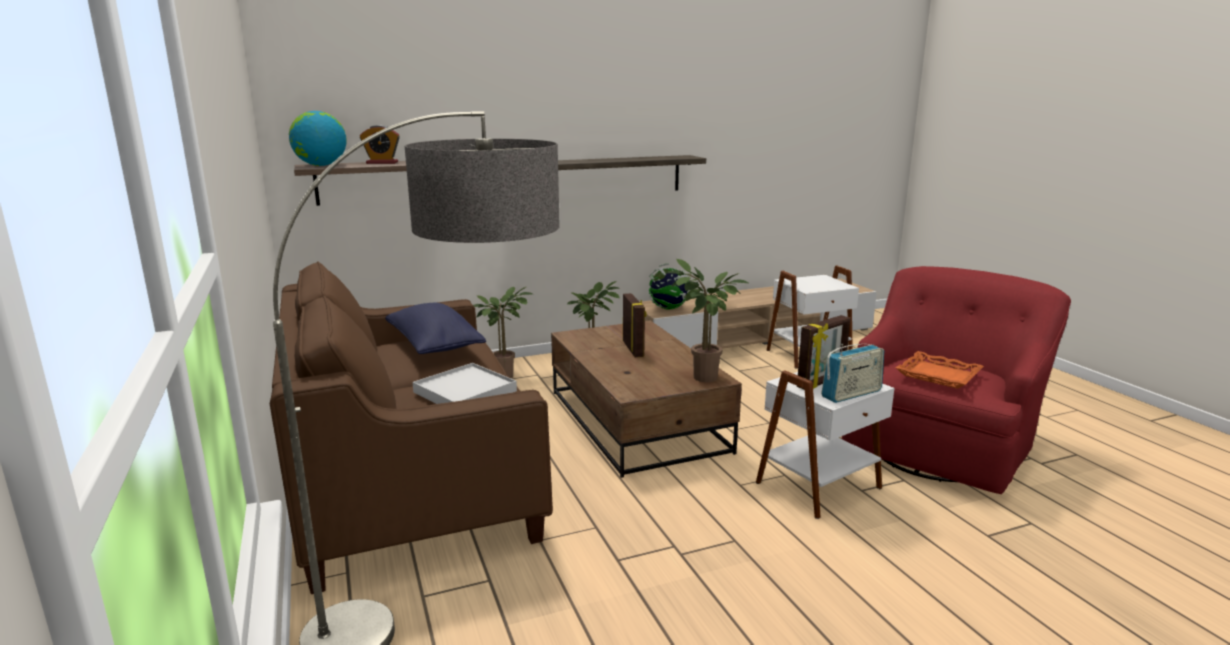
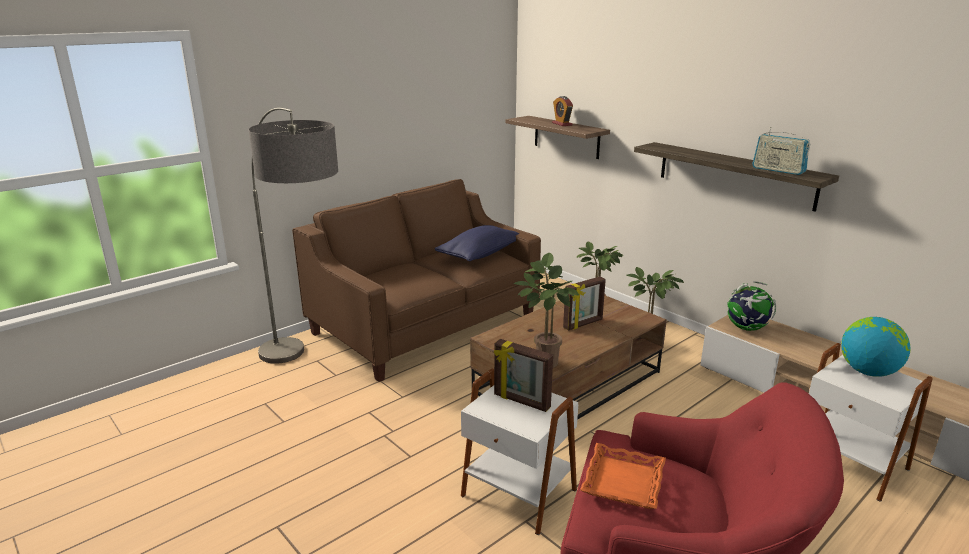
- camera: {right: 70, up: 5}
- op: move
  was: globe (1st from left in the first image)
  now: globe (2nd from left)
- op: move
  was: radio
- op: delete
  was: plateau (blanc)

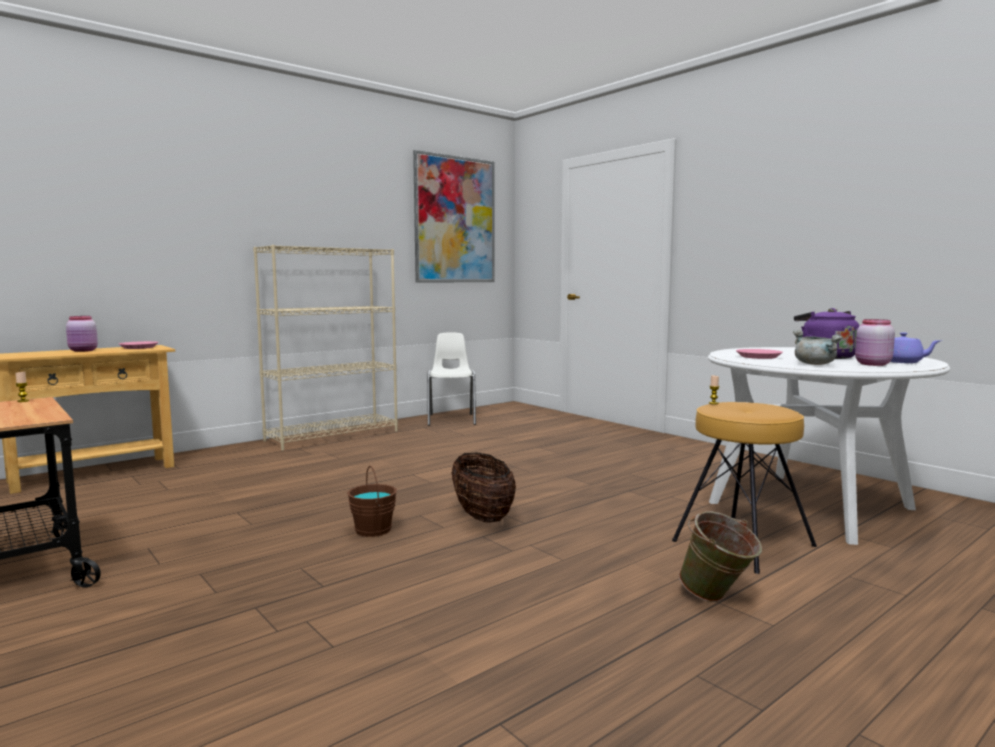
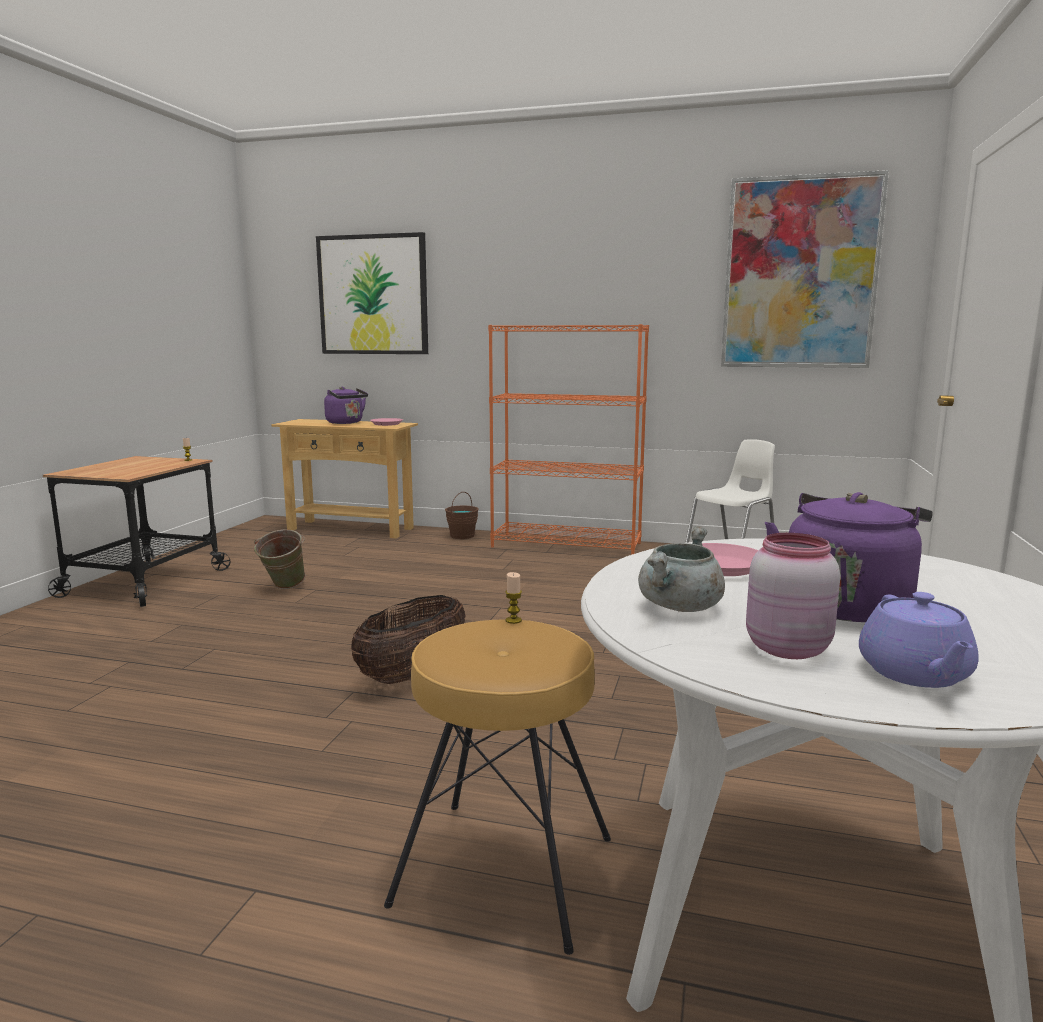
- camera: {right: 55, up: 5}
- op: recolor
  was: bibliothèque (beige)
  now: bibliothèque (orange)
- op: replace
  was: bocal (rose) (1st from left)
  now: bouilloire (violet) (1st from left)
- op: move
  was: seau (marron)
- op: move
  was: seau (vert)
- op: insert
  now: tableau (1st from left)

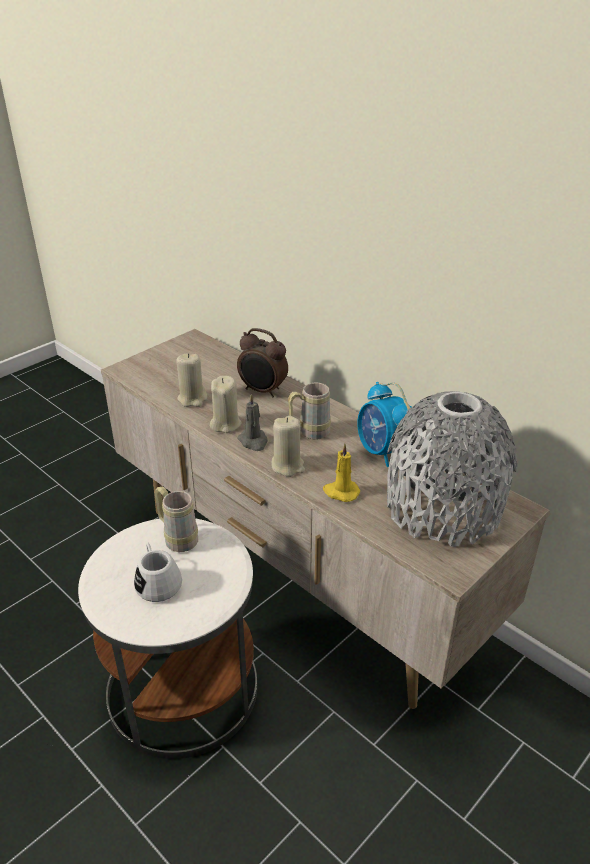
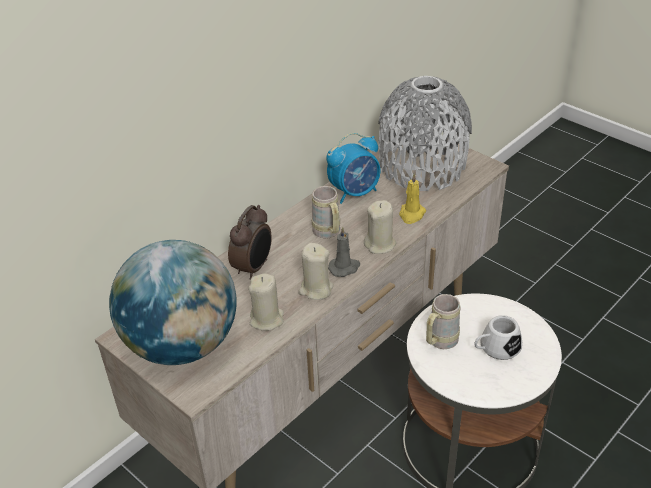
- camera: {right: -90, up: 5}
- op: insert
  now: globe

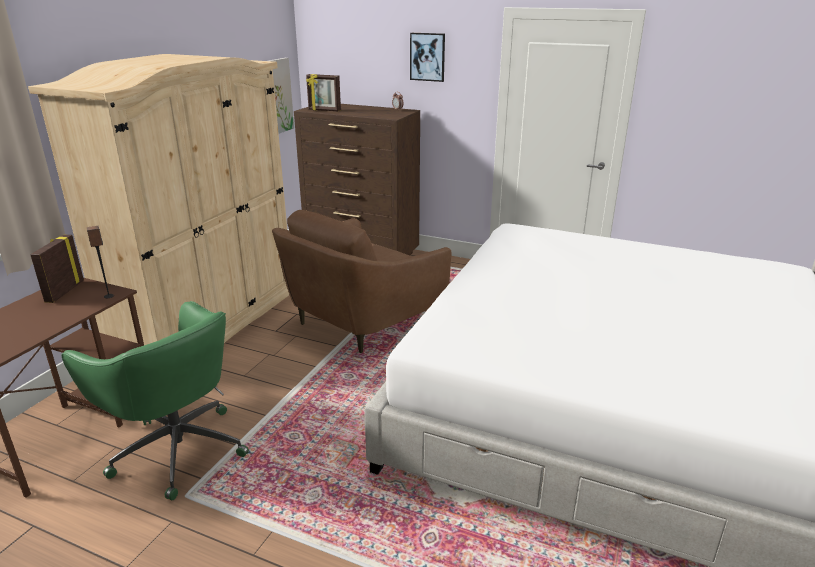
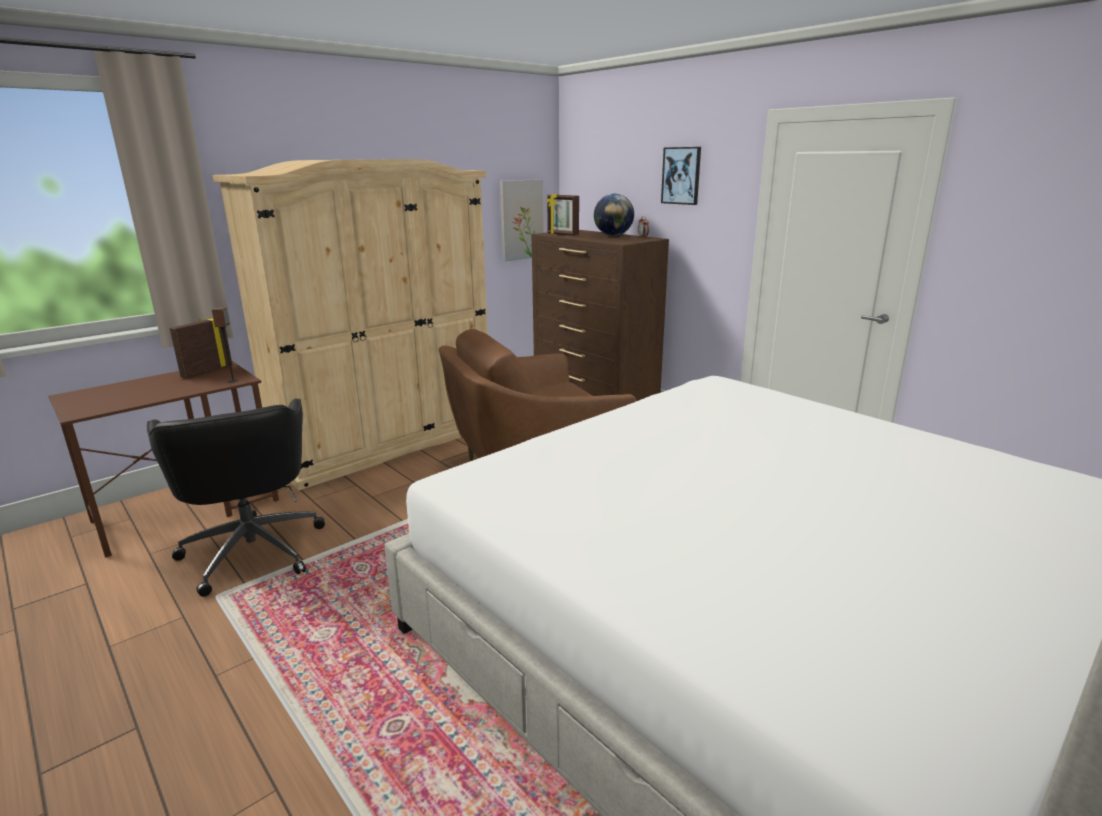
- camera: {right: 25, up: -5}
- op: recolor
  was: chaise de bureau (vert)
  now: chaise de bureau (noir)
- op: insert
  now: globe

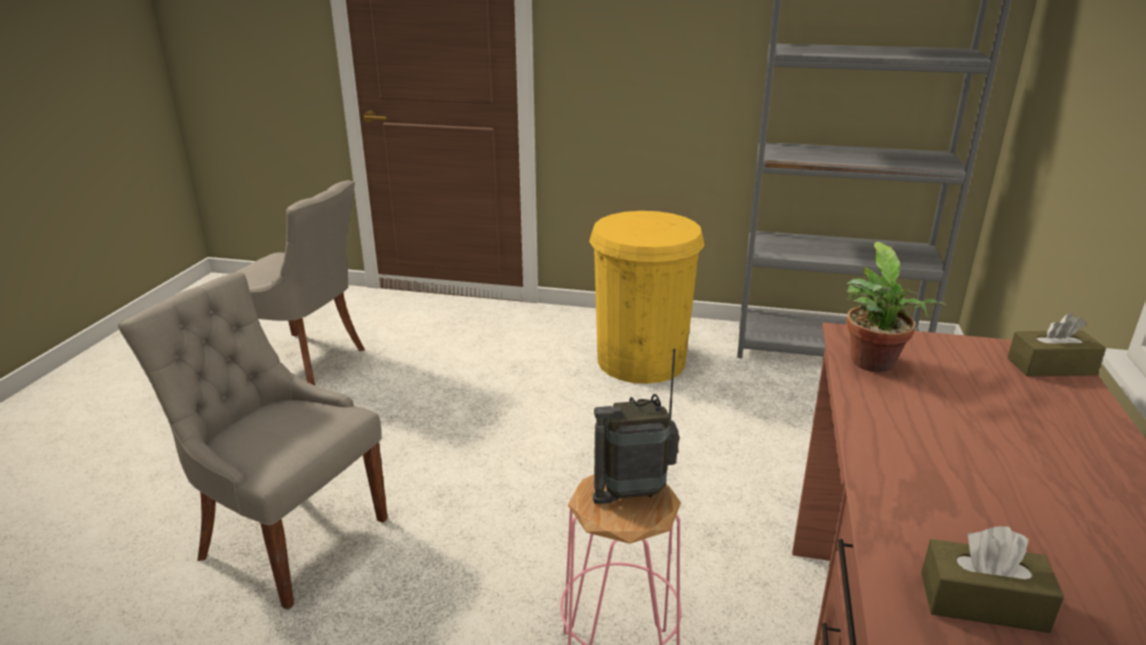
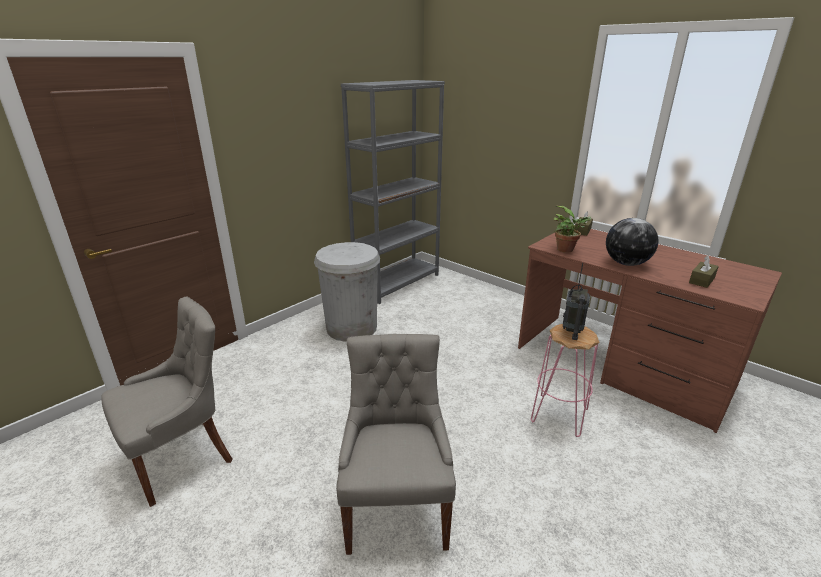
- camera: {right: -60, up: 0}
- op: recolor
  was: poubelle (jaune)
  now: poubelle (blanc)
- op: rotate
  was: chaise (gris) (1st from left in the first image)
  clockwise: 120
- op: insert
  now: globe

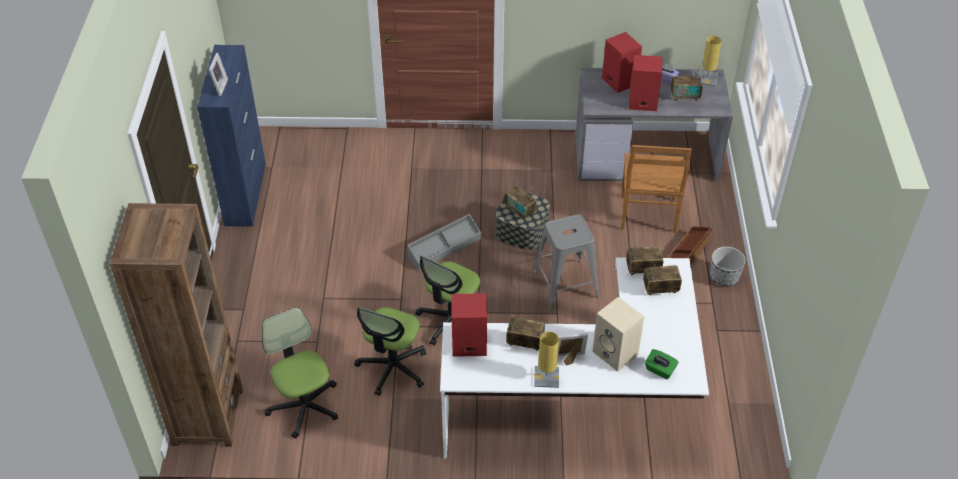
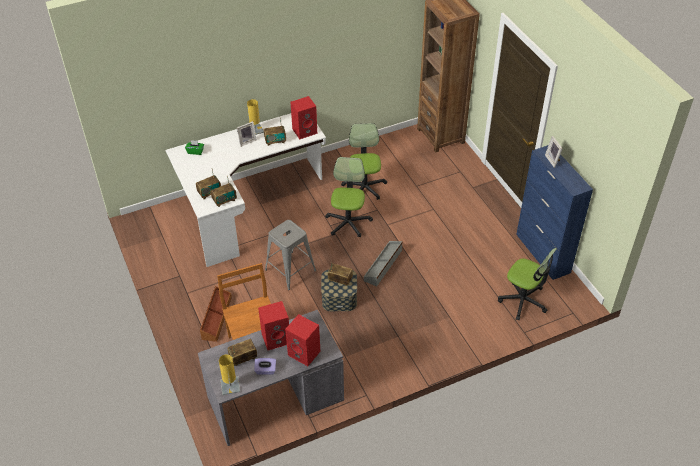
- camera: {right: 155, up: 0}
- op: delete
  was: cache-pot
- op: delete
  was: enceinte (beige)
- op: move
  was: chaise de bureau (1st from left in the first image)
  now: chaise de bureau (3rd from left)

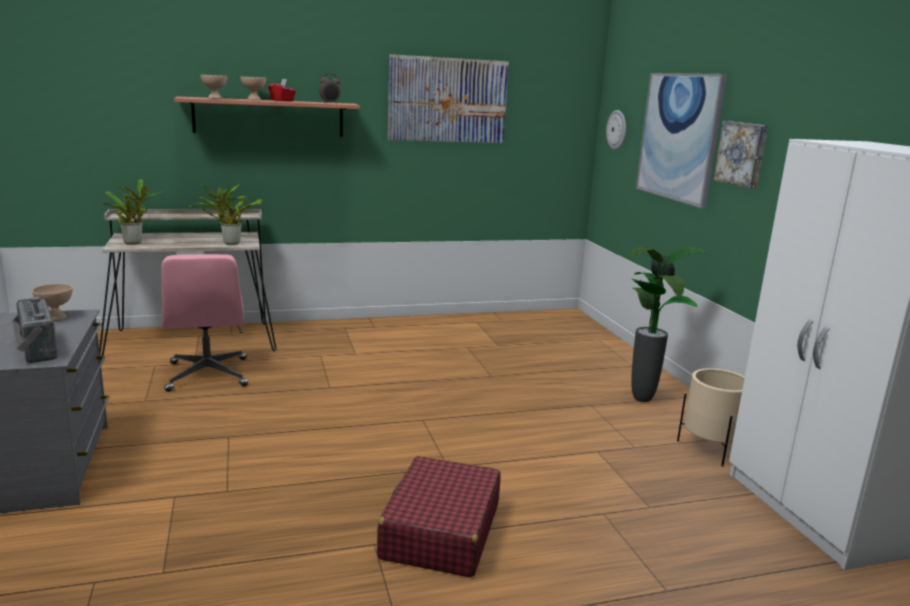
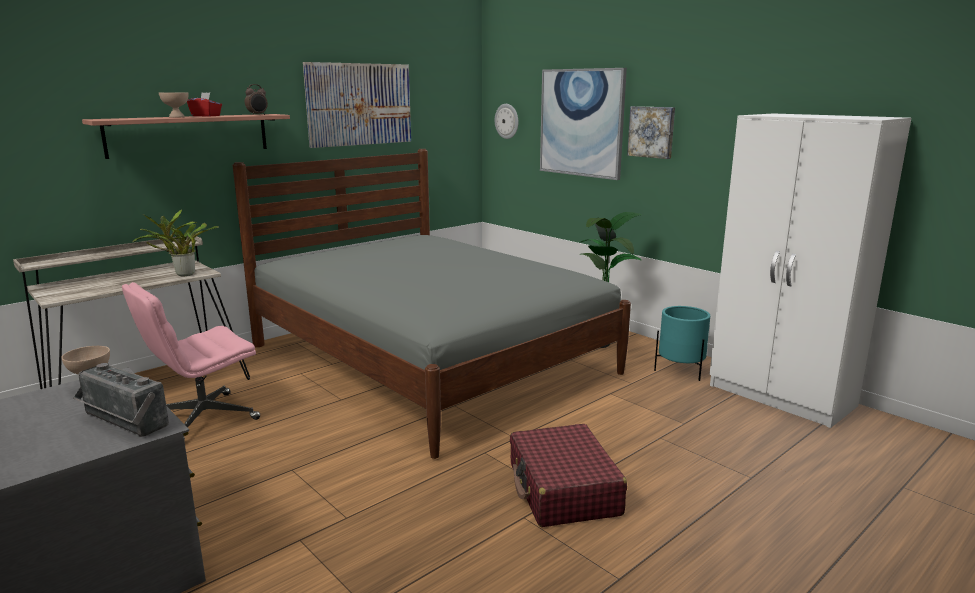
- camera: {right: -25, up: 0}
- op: delete
  was: bol (beige) (2nd from left)
- op: delete
  was: plante en pot (1st from left)
- op: rotate
  was: chaise de bureau (rose)
  clockwise: 90
- op: recolor
  was: cache-pot (beige)
  now: cache-pot (turquoise)
- op: insert
  now: lit (gris)

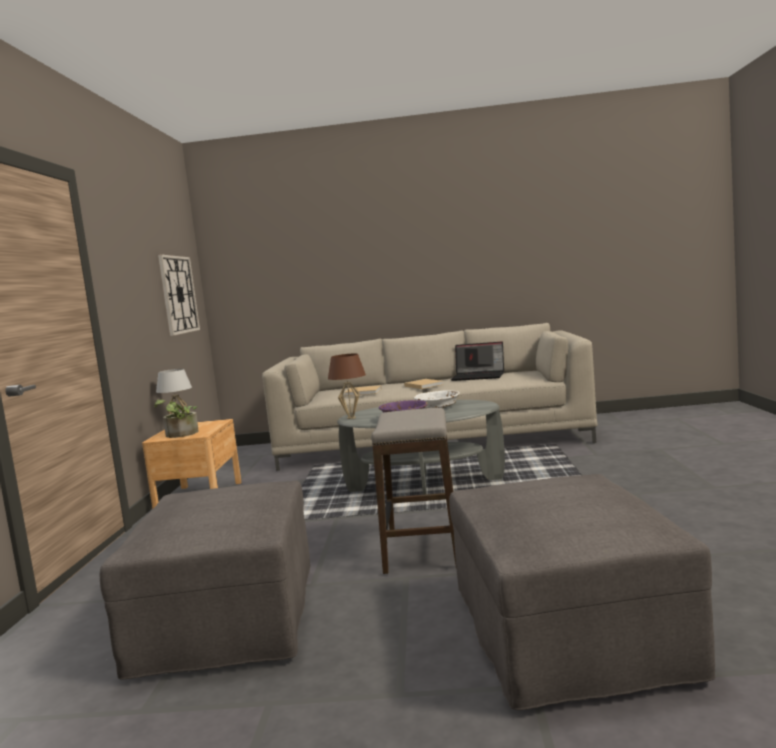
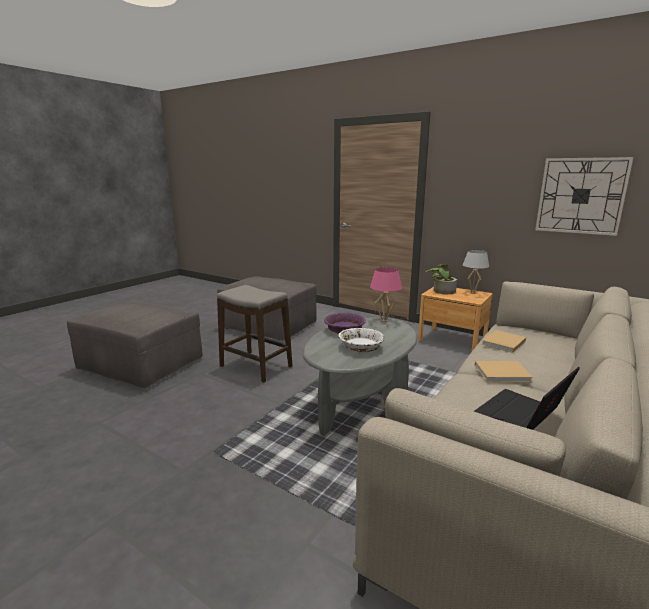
- camera: {right: 120, up: 10}
- op: recolor
  was: lampe de table (marron)
  now: lampe de table (rose)

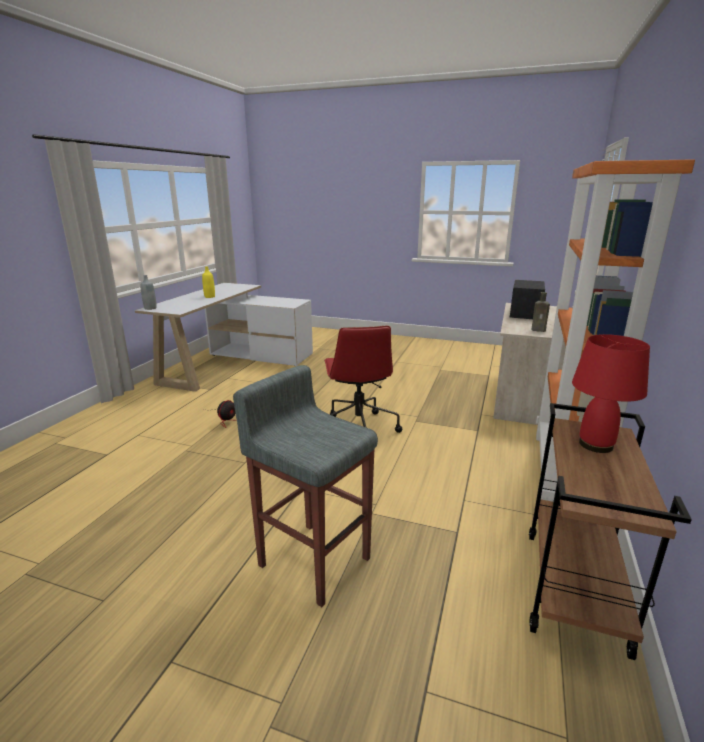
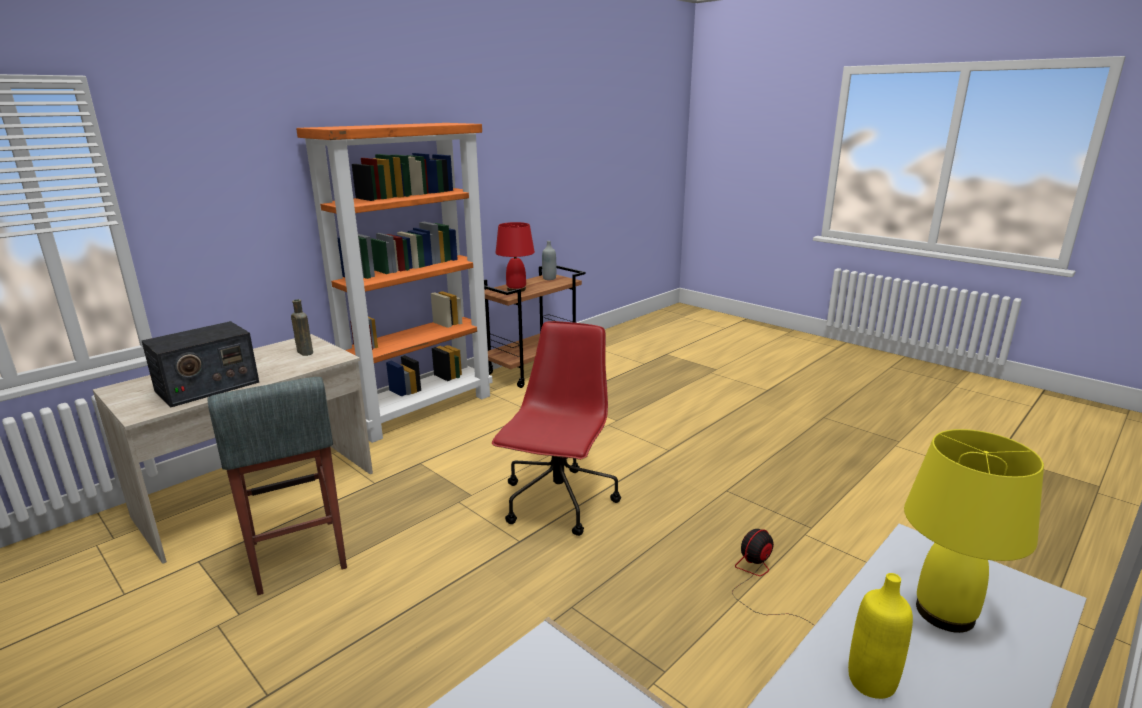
- camera: {right: -155, up: 0}
- op: move
  was: bouteille (gris)
- op: move
  was: tabouret (gris)
- op: insert
  now: lampe de table (jaune)

